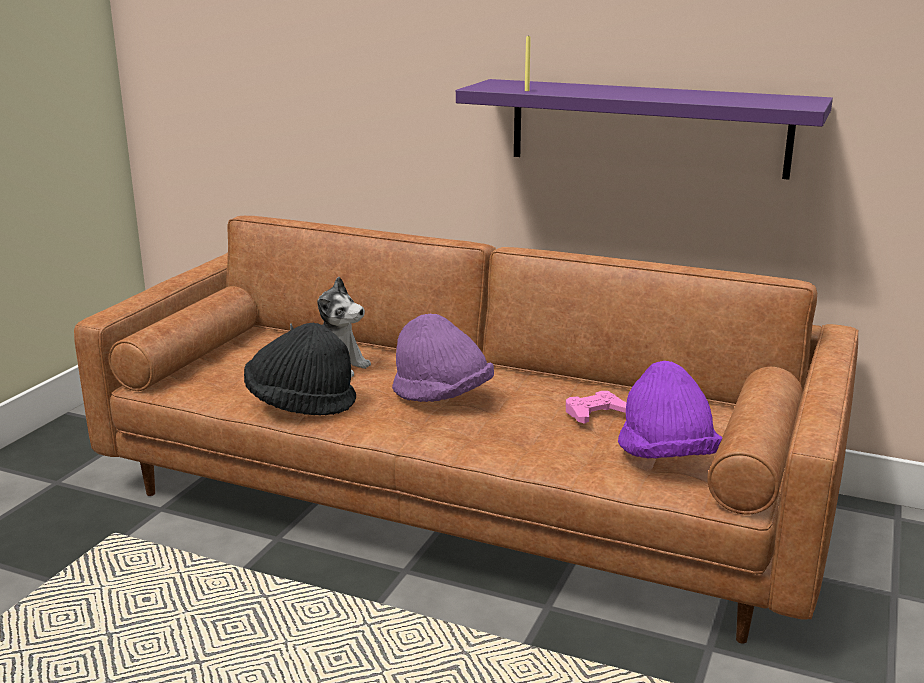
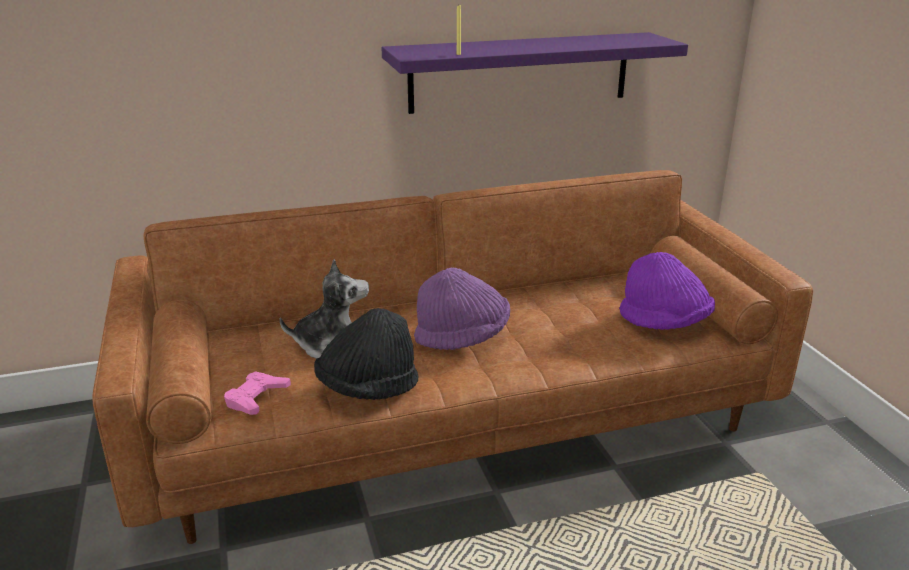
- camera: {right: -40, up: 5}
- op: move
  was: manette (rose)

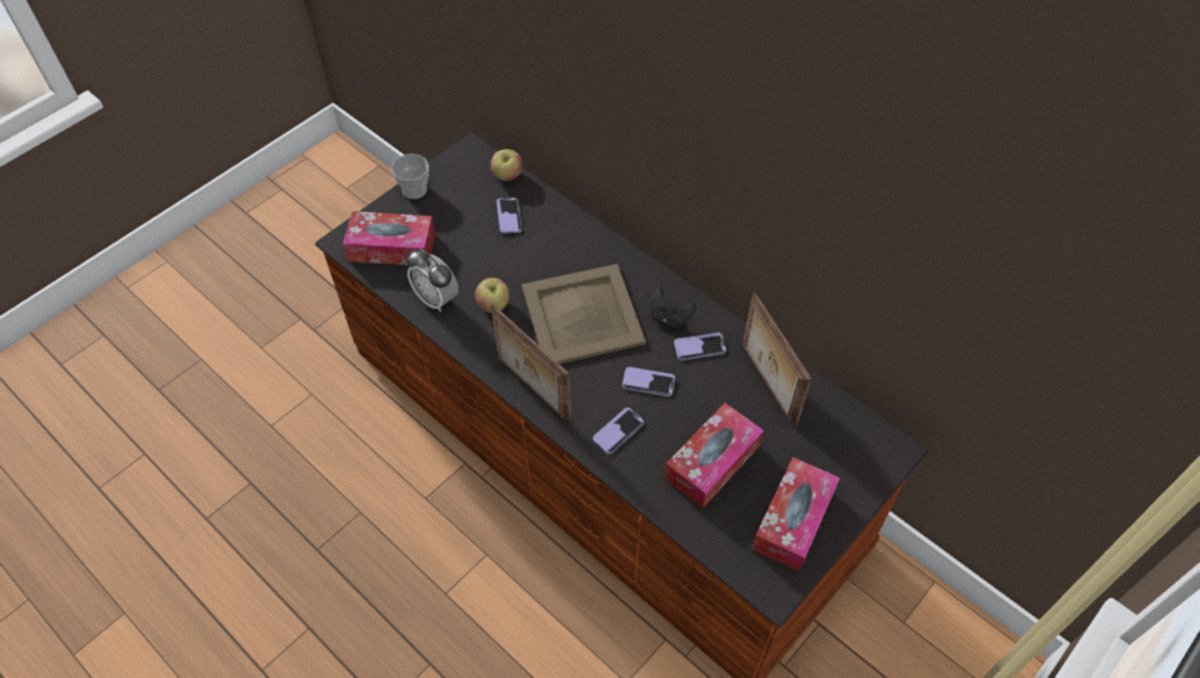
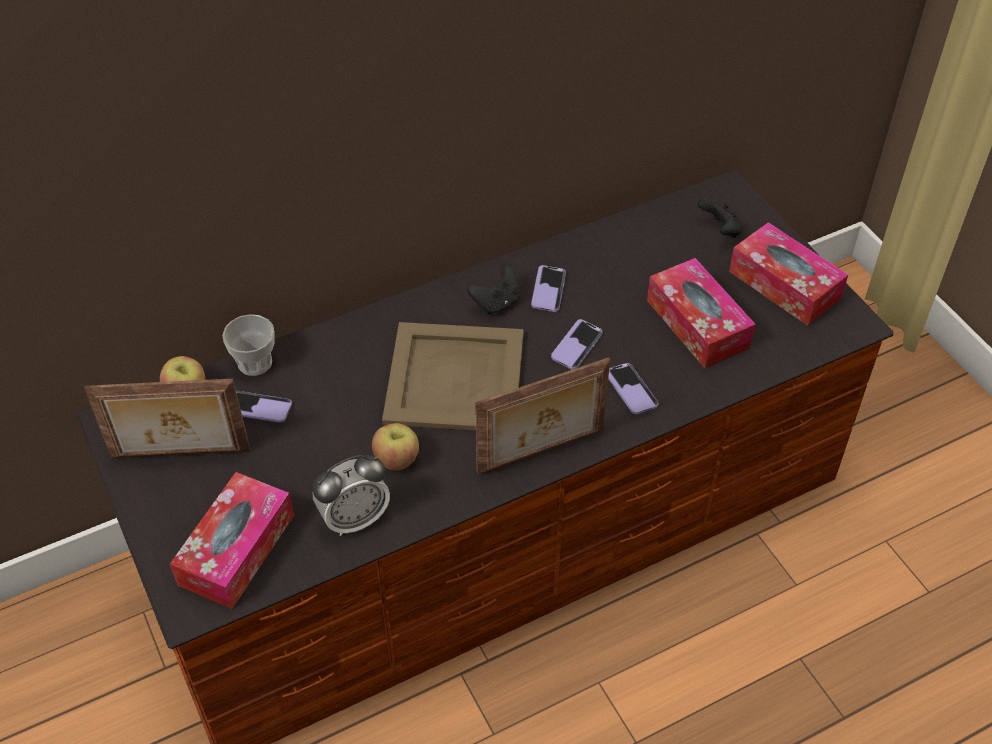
- camera: {right: -70, up: -5}
- op: move
  was: tasse
- op: move
  was: cadre photo (2nd from left in the first image)
  now: cadre photo (1st from left)
- op: insert
  now: manette (noir) (2nd from left)

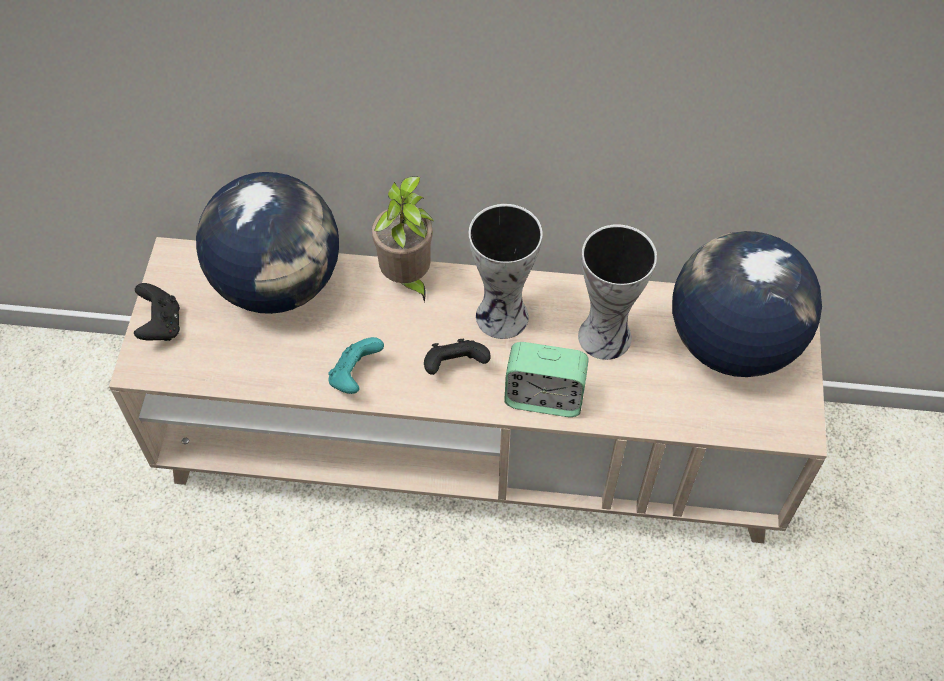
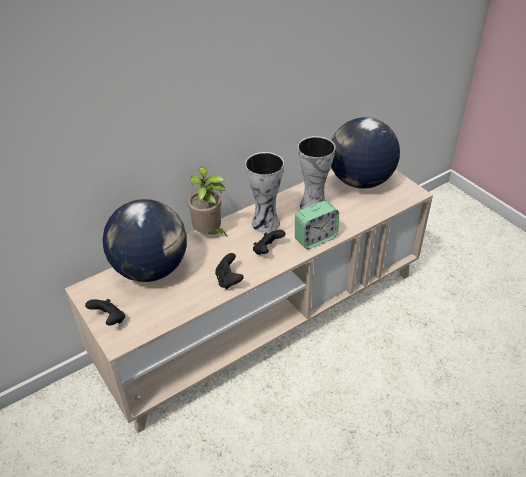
- camera: {right: -40, up: -15}
- op: recolor
  was: manette (turquoise)
  now: manette (noir) (2nd from left)

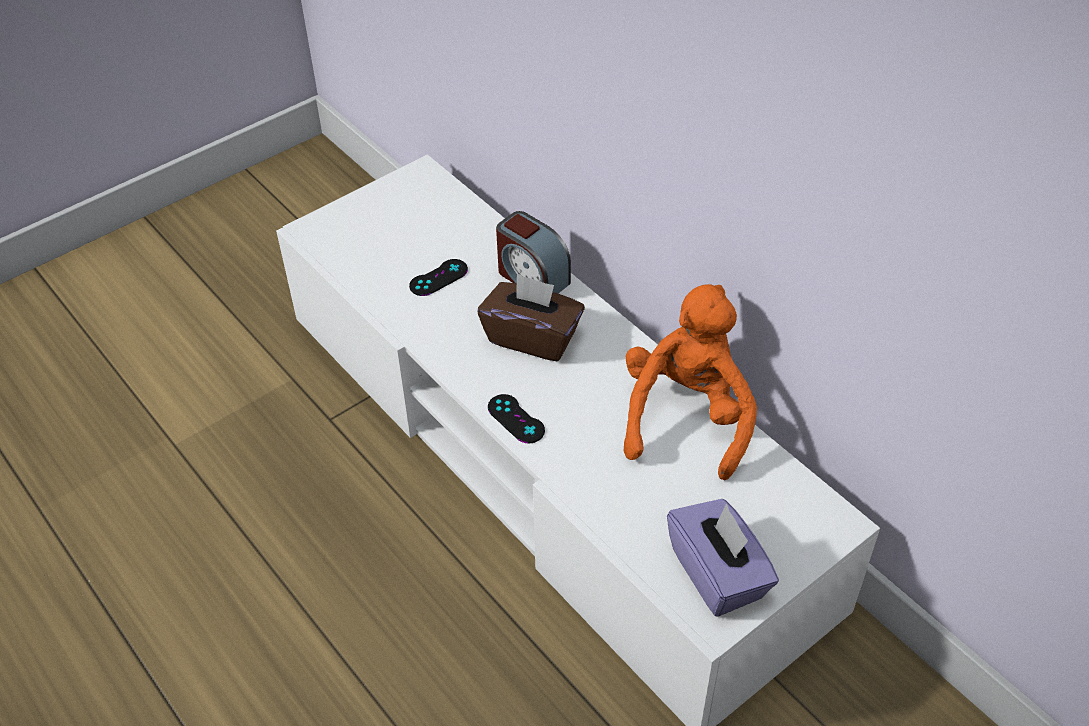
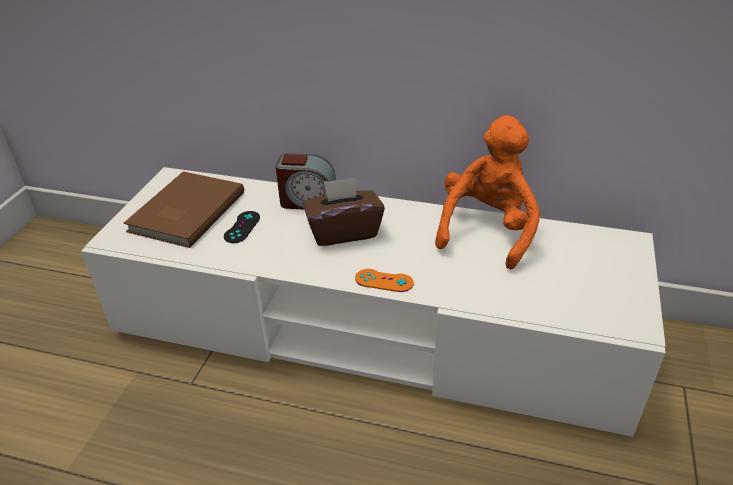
- camera: {right: -35, up: -10}
- op: rotate
  was: peluche (orange)
  clockwise: 45
- op: recolor
  was: manette (noir) (2nd from left)
  now: manette (orange)
- op: delete
  was: boîte à mouchoirs (violet)
- op: insert
  now: livre (marron)

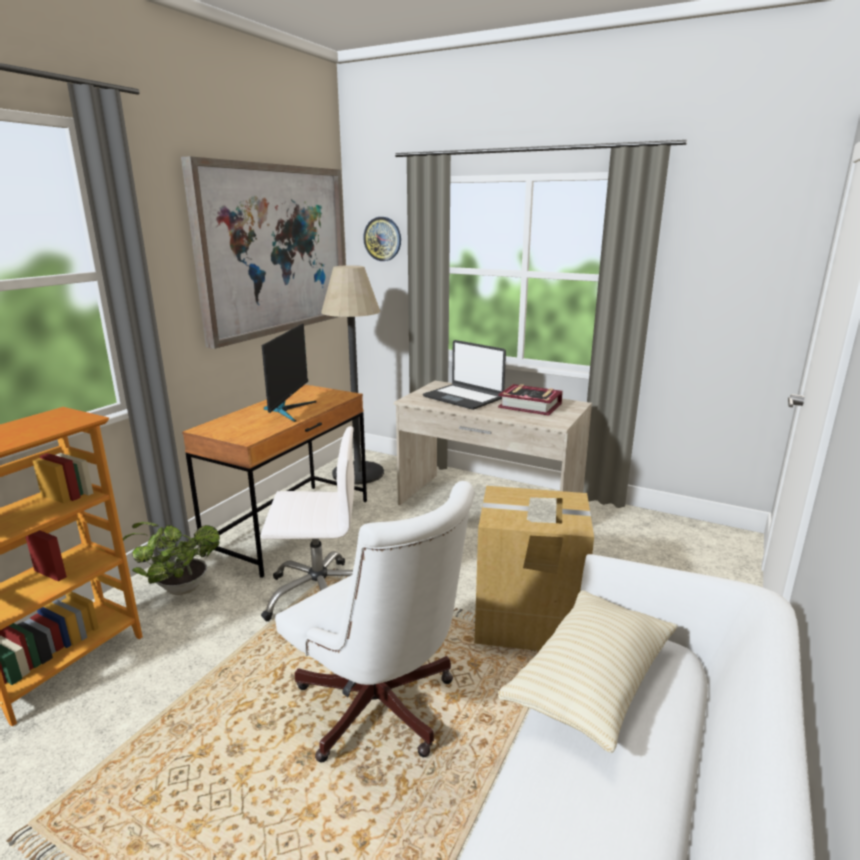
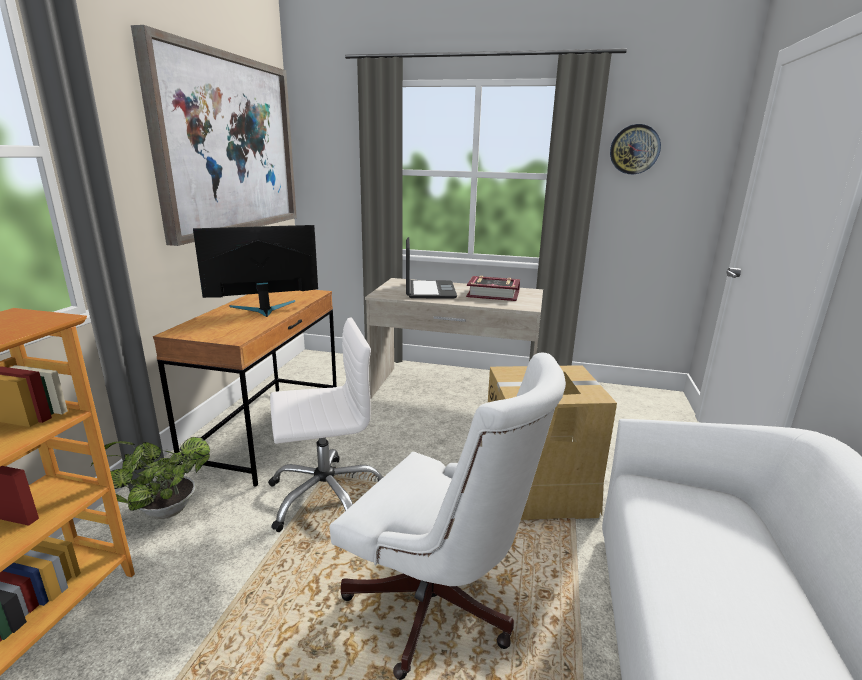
- camera: {right: -15, up: 0}
- op: move
  was: horloge murale
- op: delete
  was: lampadaire
- op: rotate
  was: écran d'ordinateur
  clockwise: -105
- op: rotate
  was: ordinateur portable
  clockwise: -120
- op: delete
  was: coussin (beige)

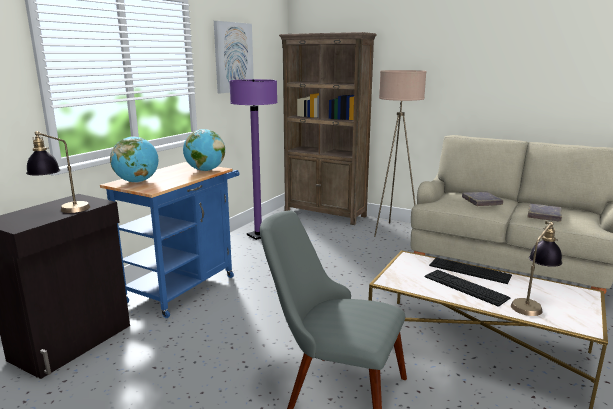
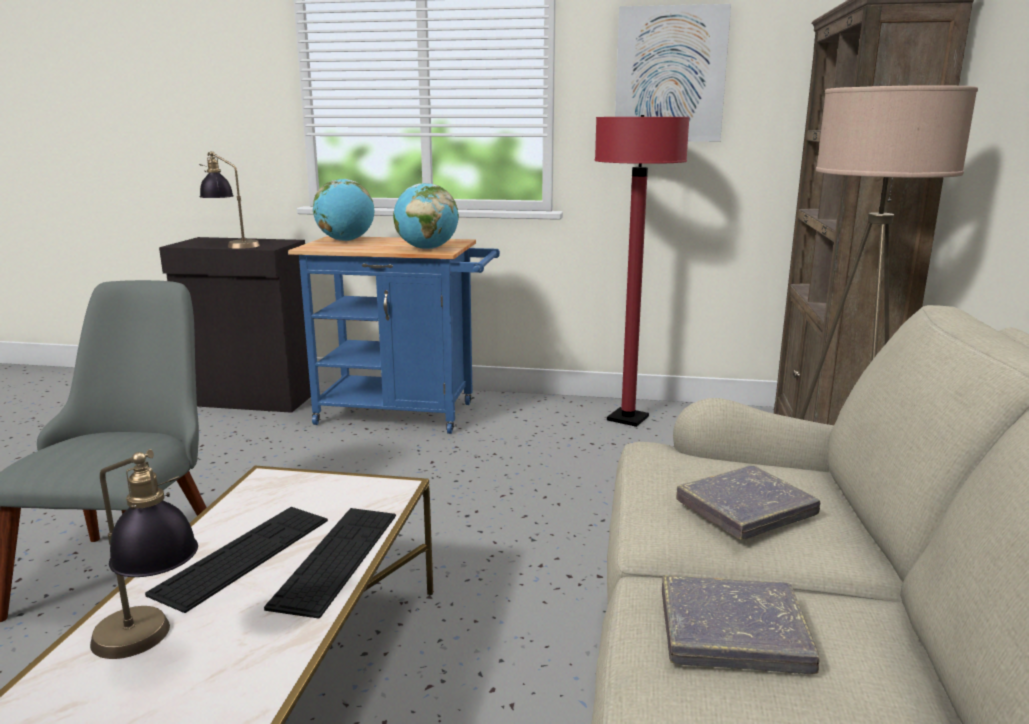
- camera: {right: 70, up: 0}
- op: recolor
  was: lampadaire (violet)
  now: lampadaire (rouge)

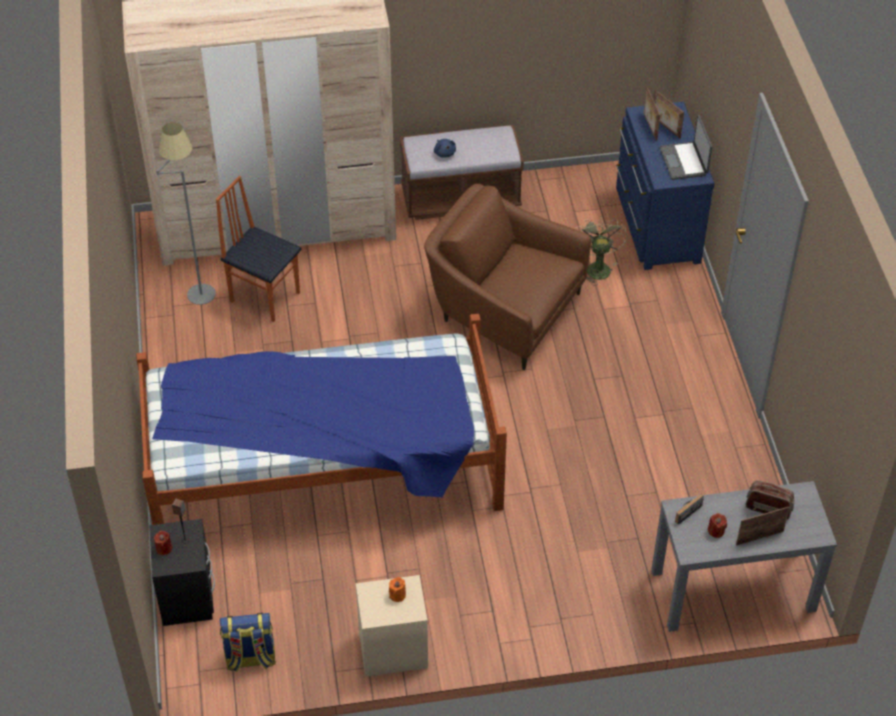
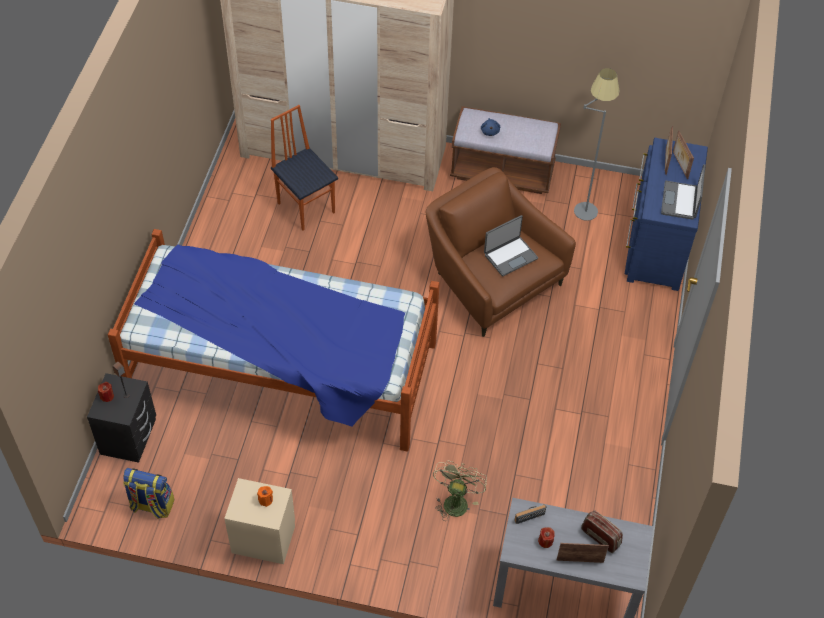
- camera: {right: 20, up: 5}
- op: move
  was: lampadaire (gris)
- op: move
  was: ventilateur (vert)
- op: insert
  now: ordinateur portable (1st from left)

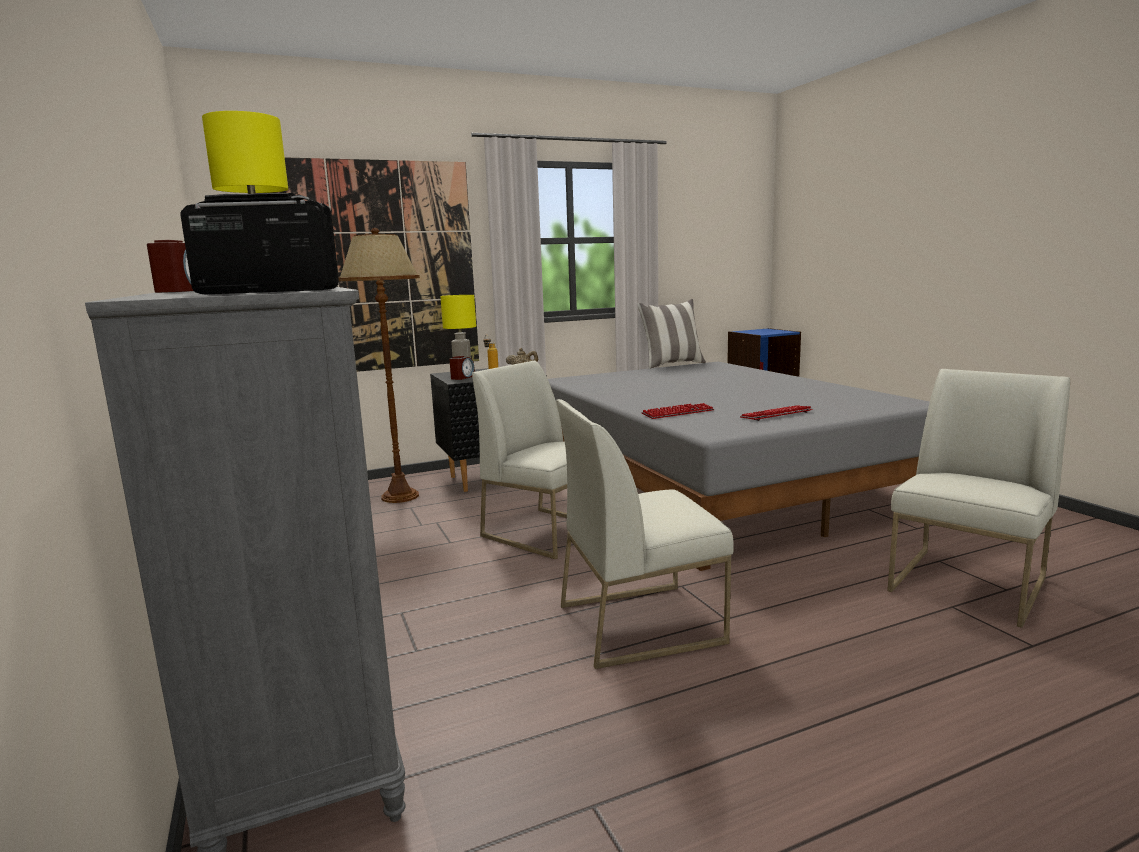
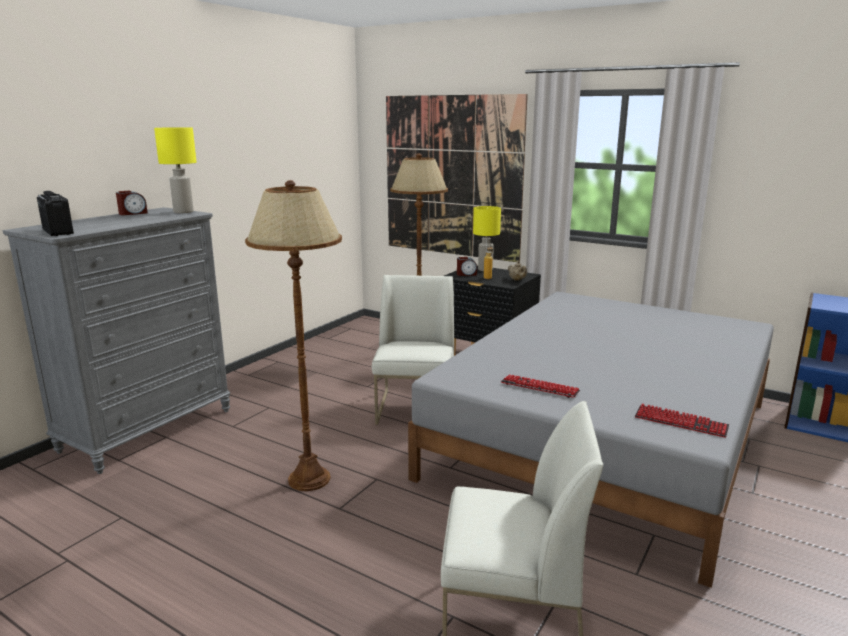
- camera: {right: 55, up: 5}
- op: delete
  was: coussin
- op: replace
  was: chaise (blanc) (2nd from left)
  now: lampadaire (marron) (1st from left)
- op: move
  was: clavier (1st from left in the first image)
  now: clavier (2nd from left)

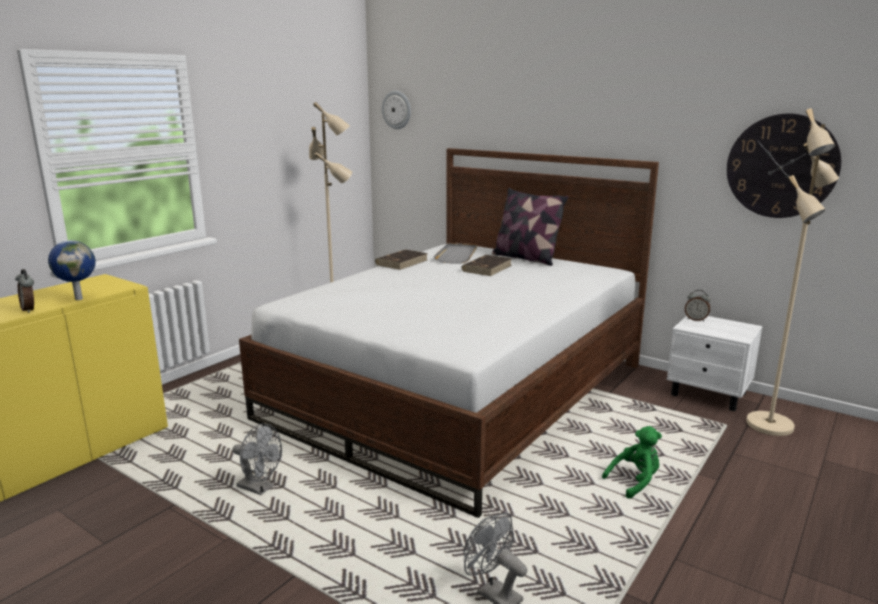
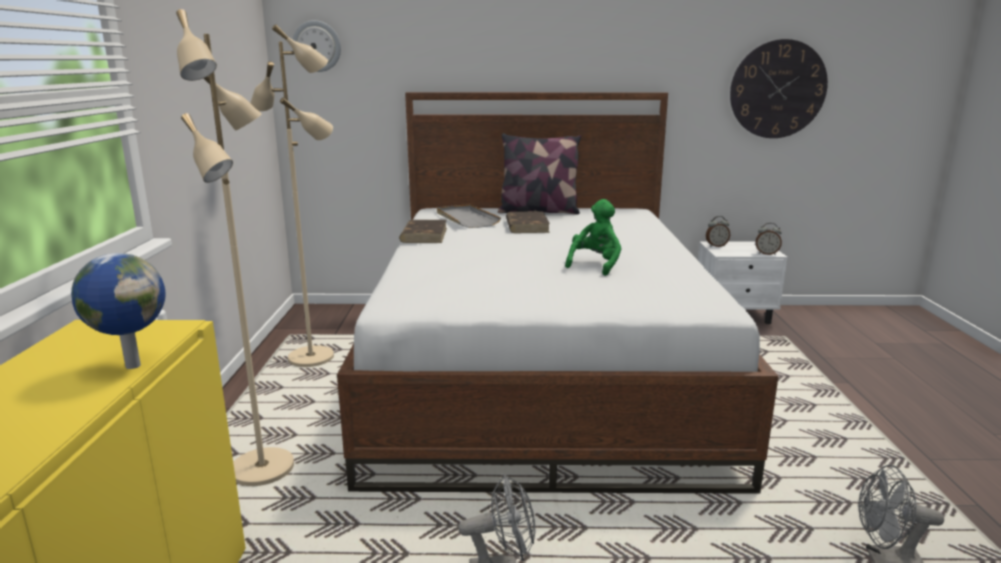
- camera: {right: -35, up: 0}
- op: move
  was: lampadaire (beige) (2nd from left in the first image)
  now: lampadaire (beige) (1st from left)
- op: move
  was: réveil (1st from left in the first image)
  now: réveil (2nd from left)
- op: move
  was: peluche (vert)

